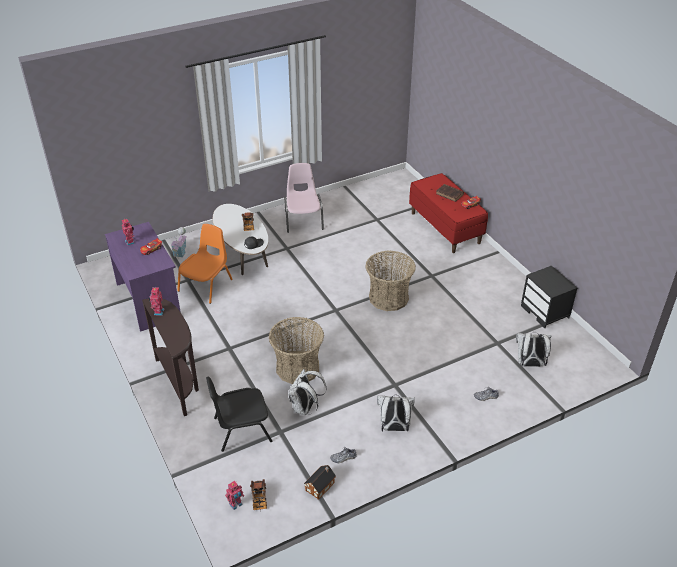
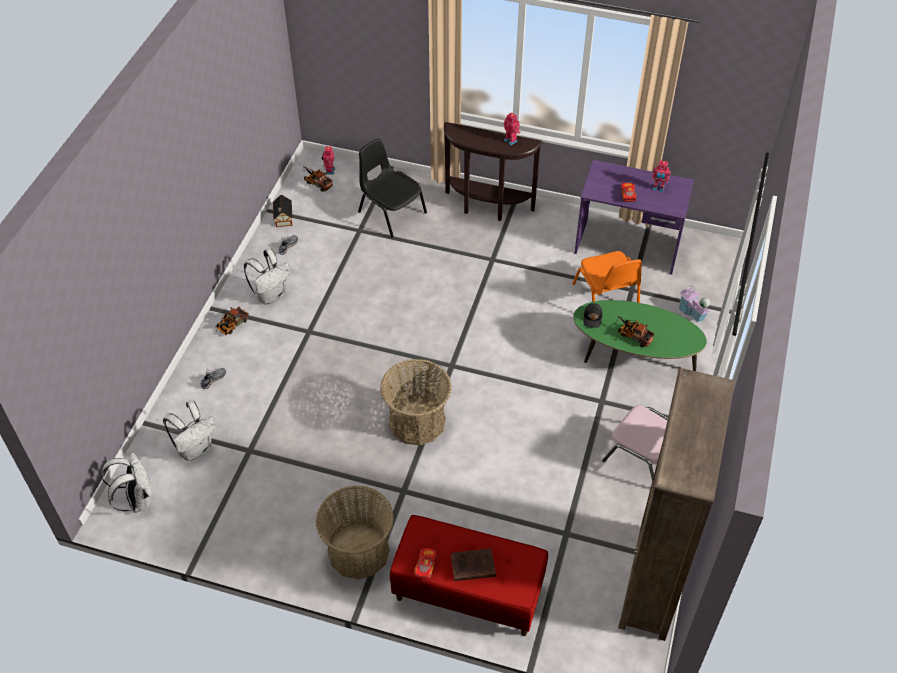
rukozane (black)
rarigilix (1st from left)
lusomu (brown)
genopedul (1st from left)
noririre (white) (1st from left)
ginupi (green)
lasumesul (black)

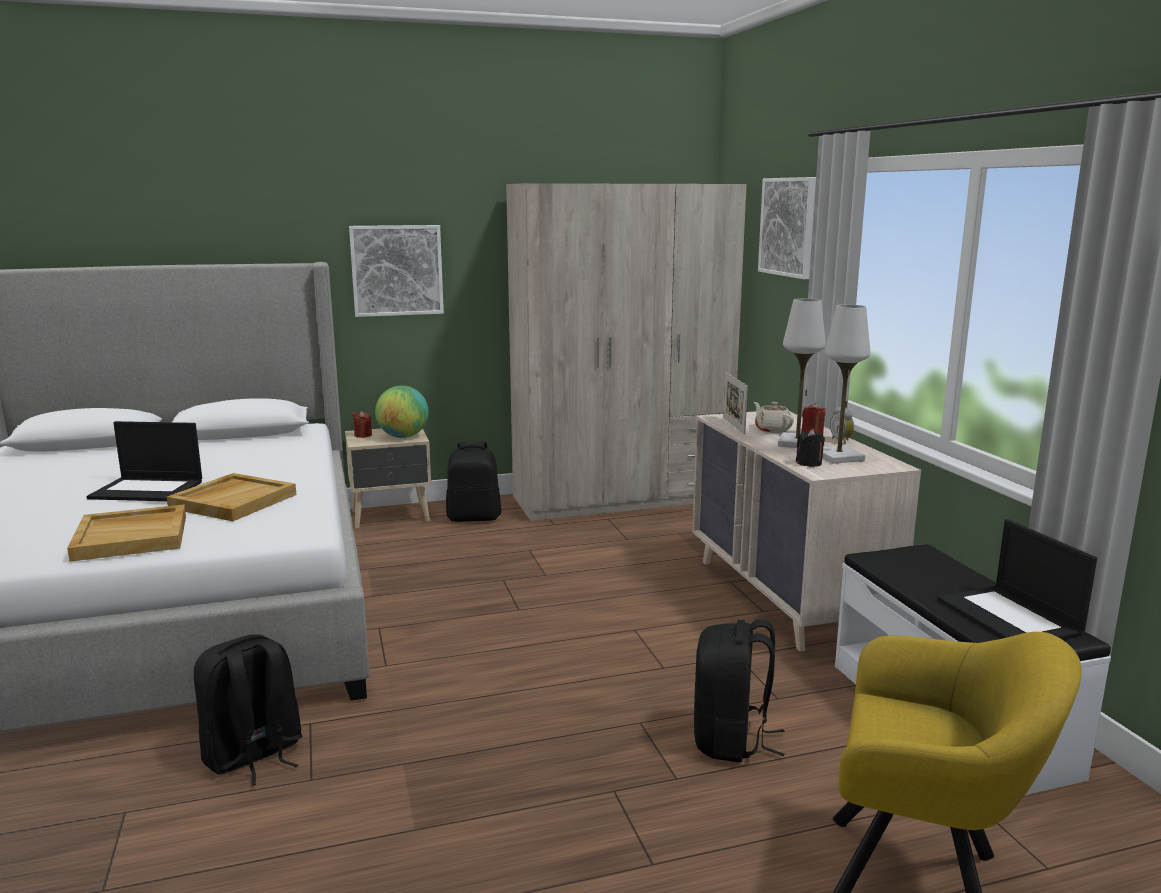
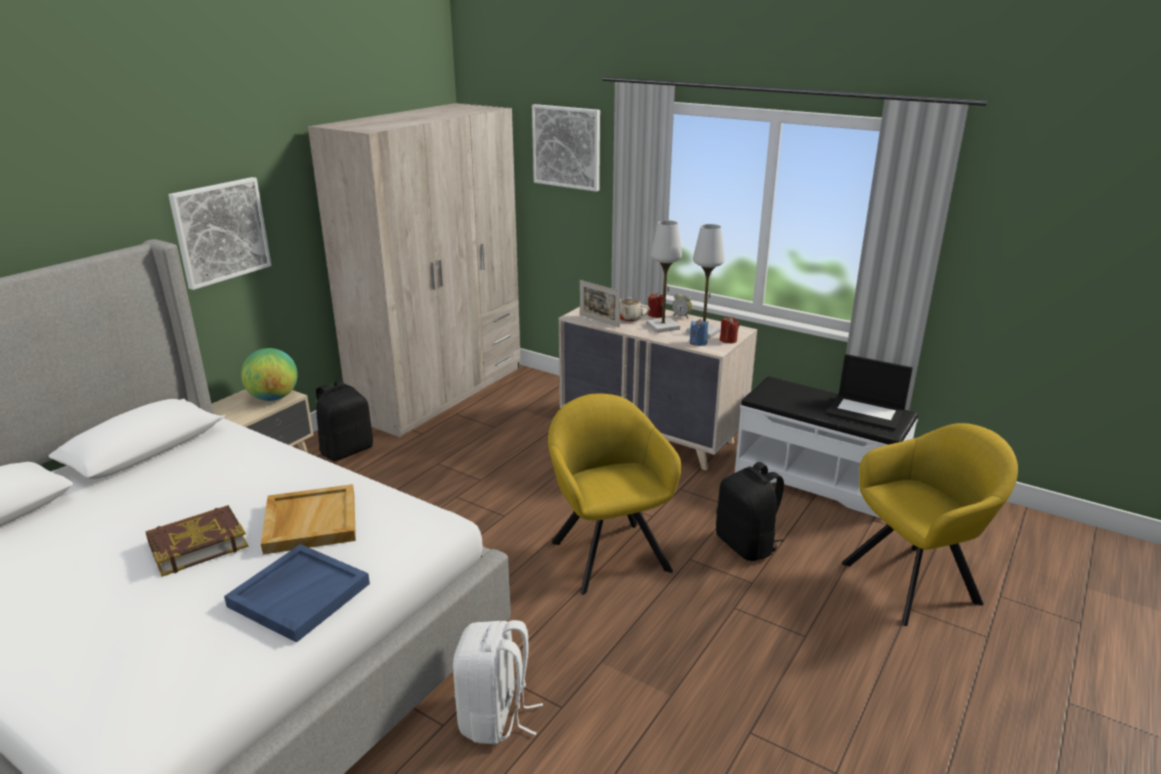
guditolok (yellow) (1st from left)
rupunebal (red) (2nd from left)
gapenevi
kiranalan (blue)
noririre (white)
rupunebal (blue)

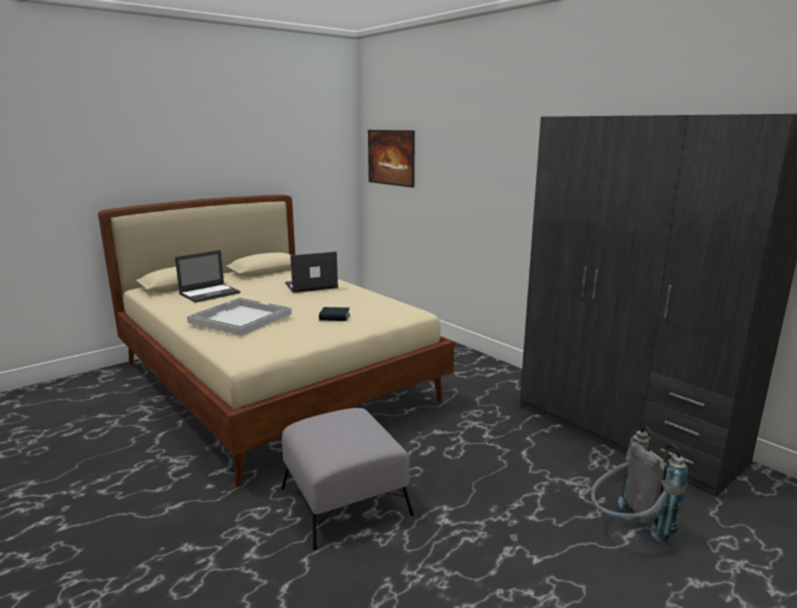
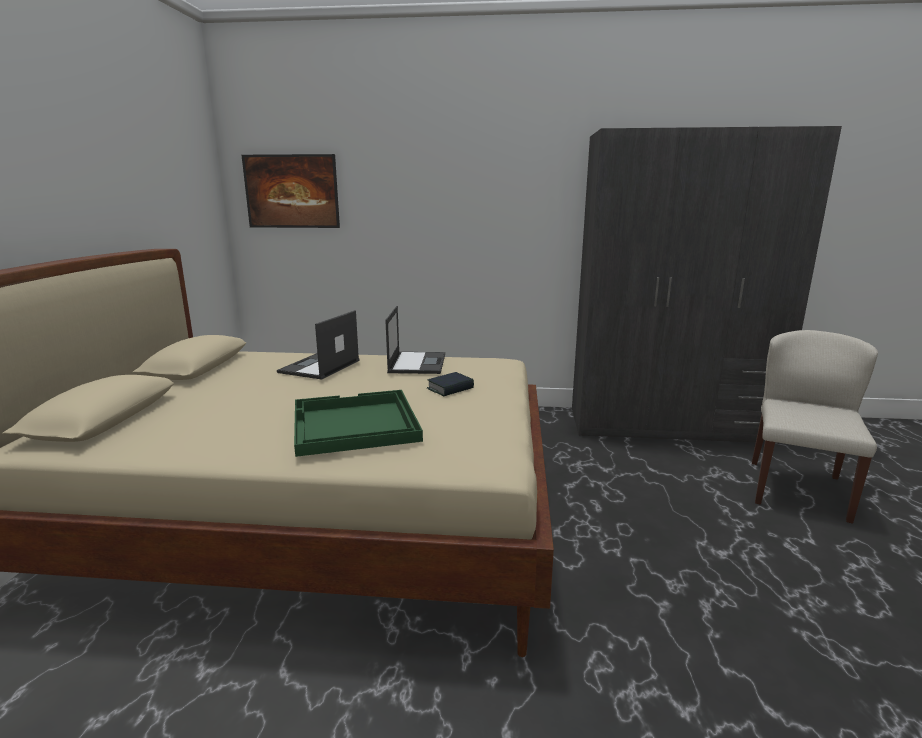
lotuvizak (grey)
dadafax (2nd from left)
lasumesul (beige)
kiranalan (green)

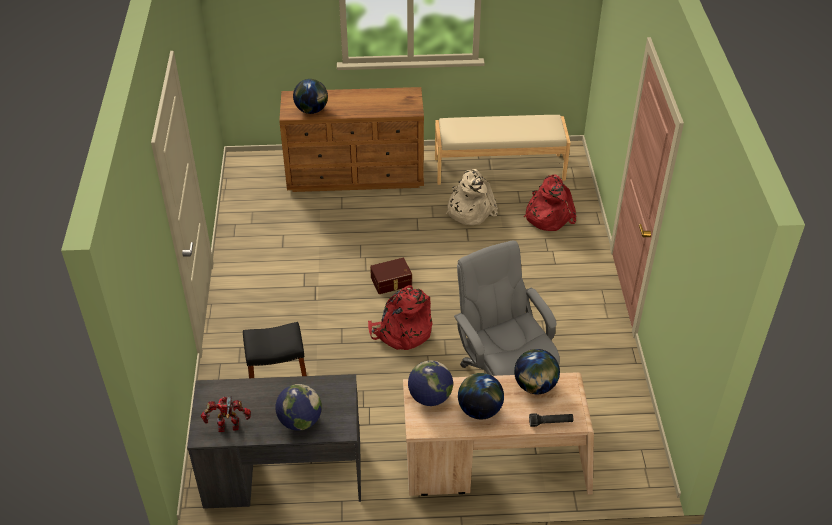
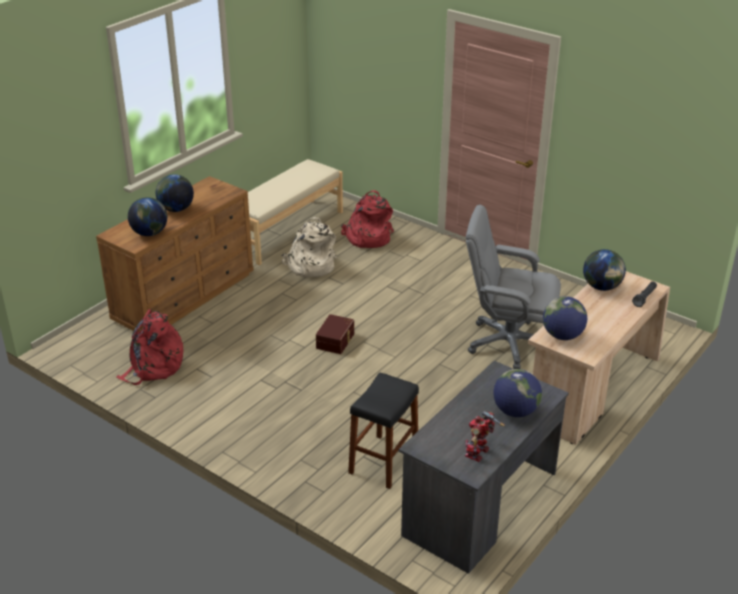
noririre (red) (1st from left)
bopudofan (2nd from left)

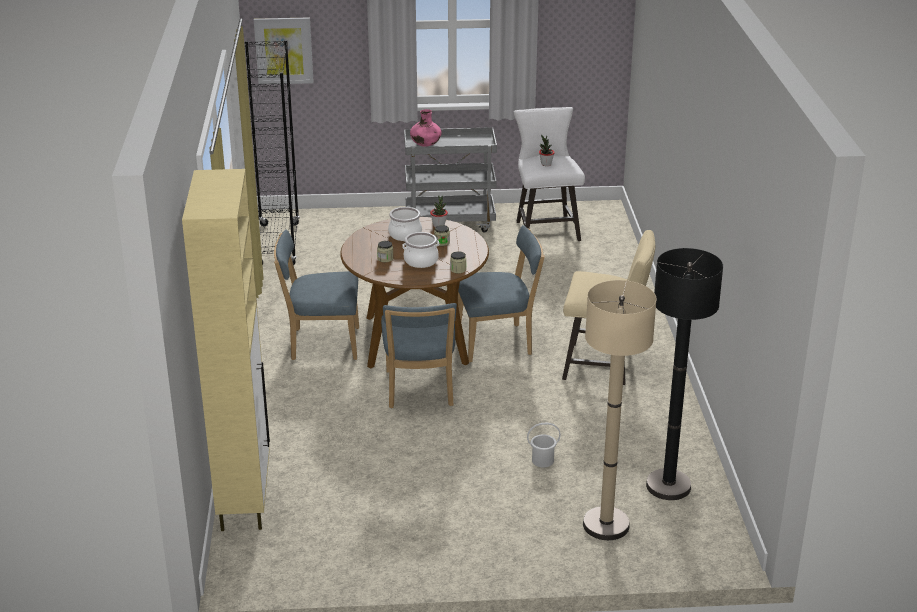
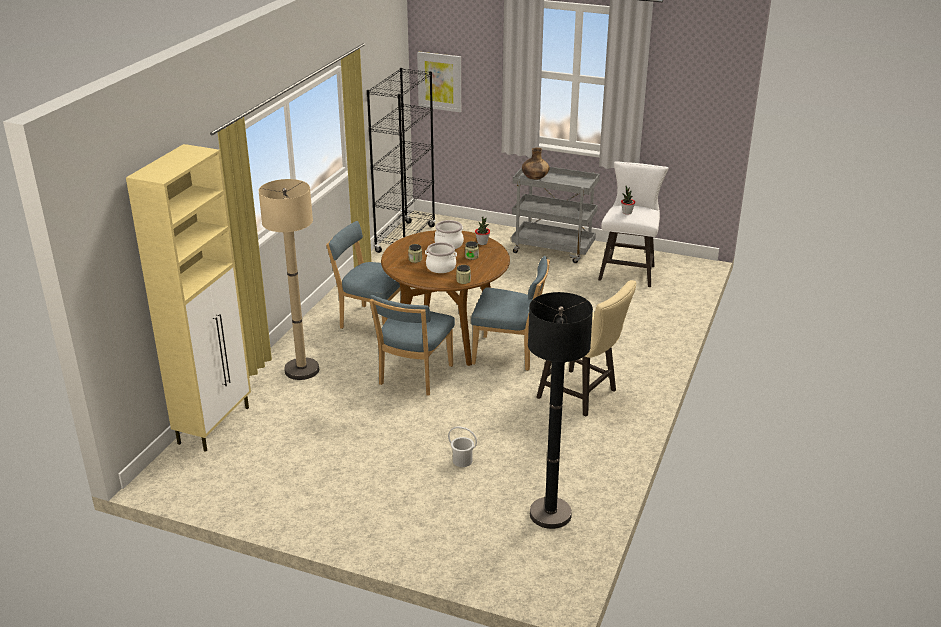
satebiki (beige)
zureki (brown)

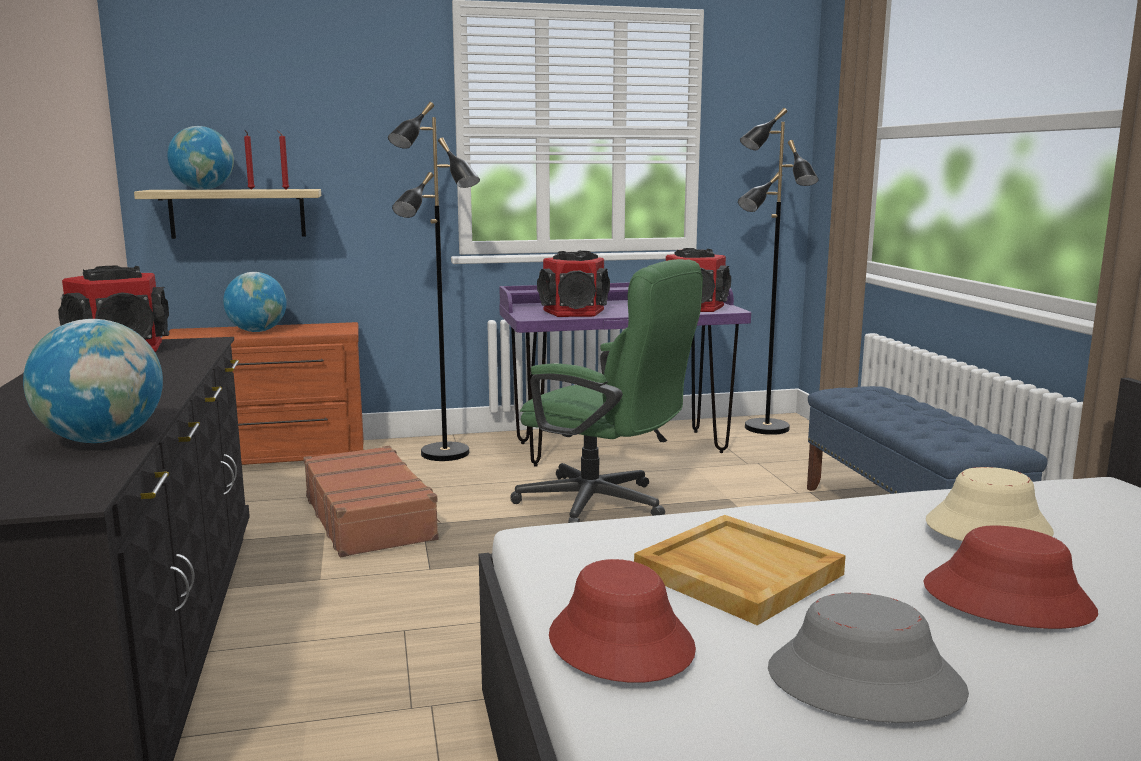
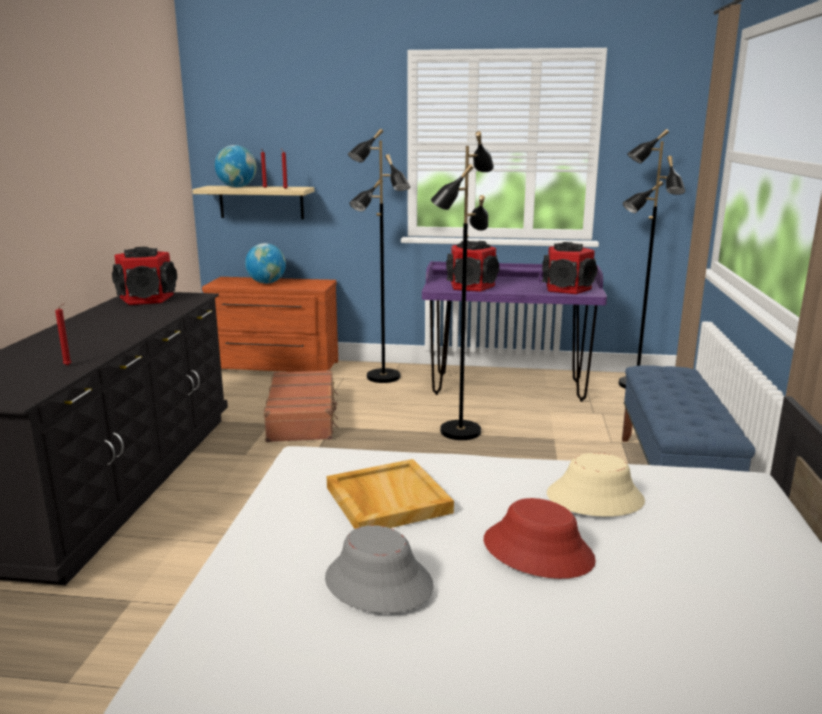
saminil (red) (1st from left in the first image)
rupunebal (red) (1st from left)
satebiki (black) (2nd from left)

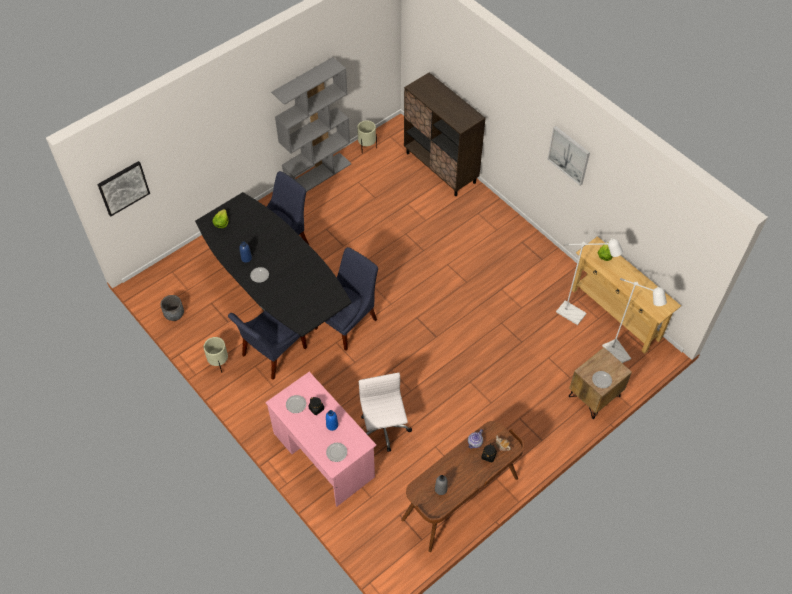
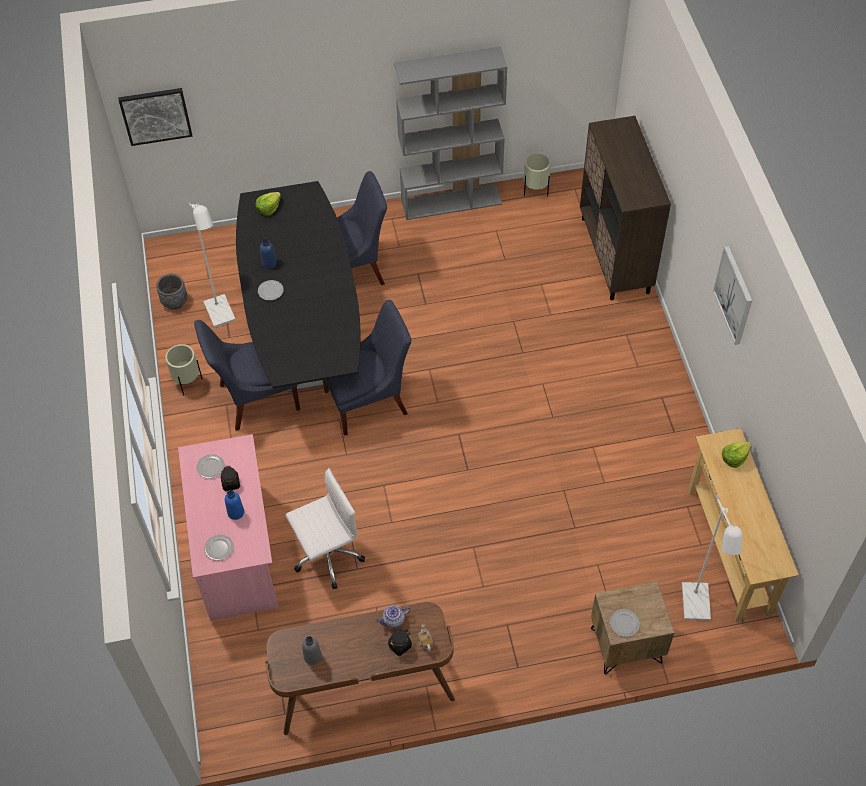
satebiki (white) (1st from left)
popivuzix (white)

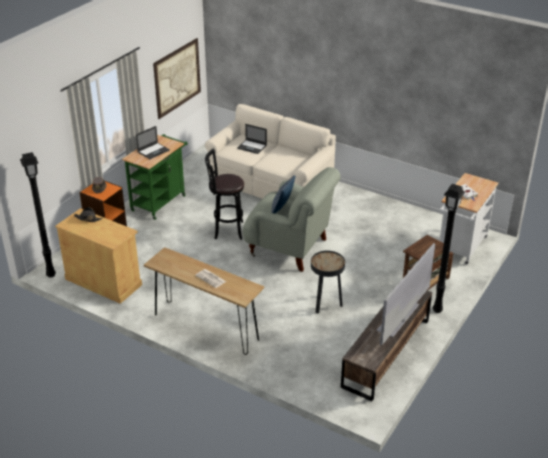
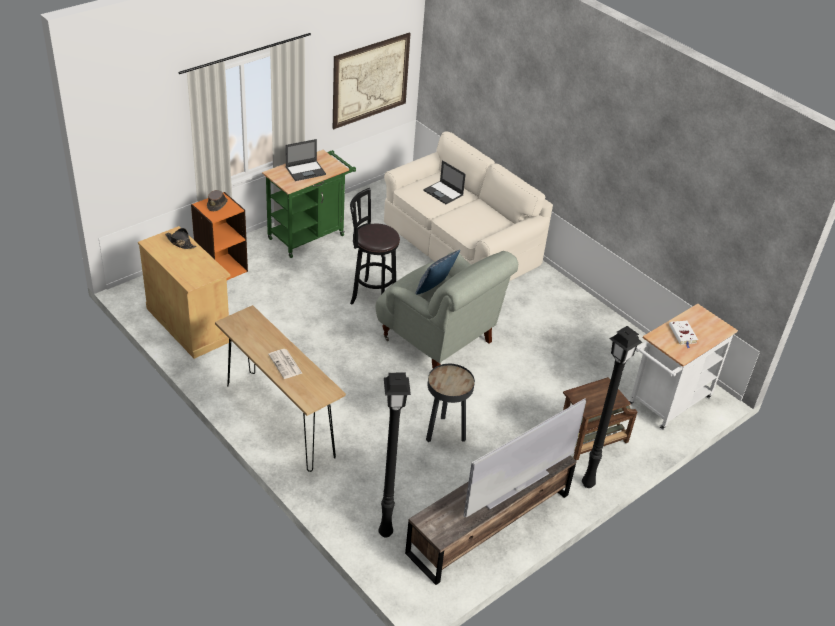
satebiki (black) (1st from left)

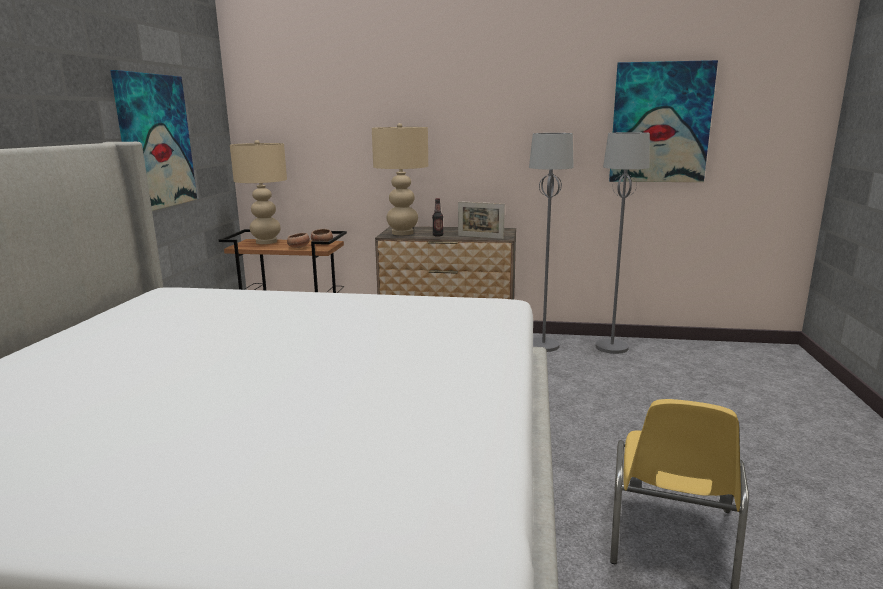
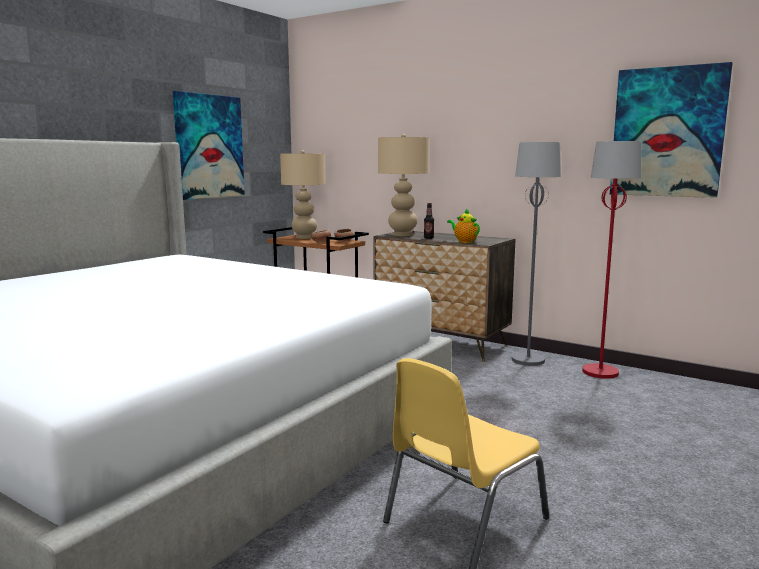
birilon
satebiki (red)

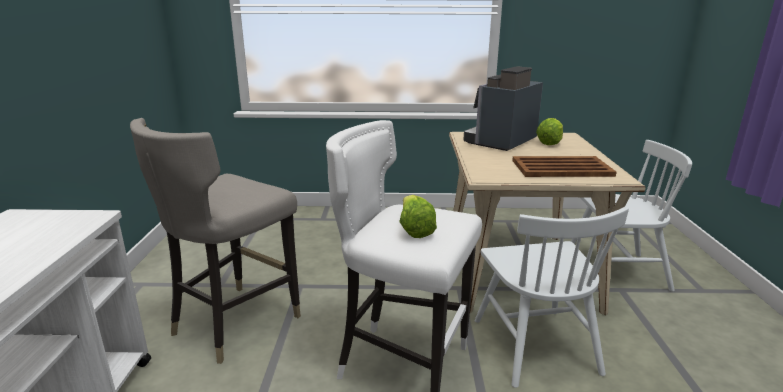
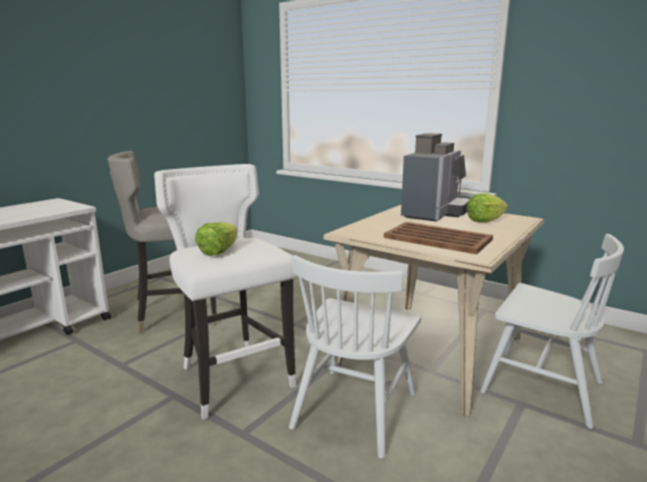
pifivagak

